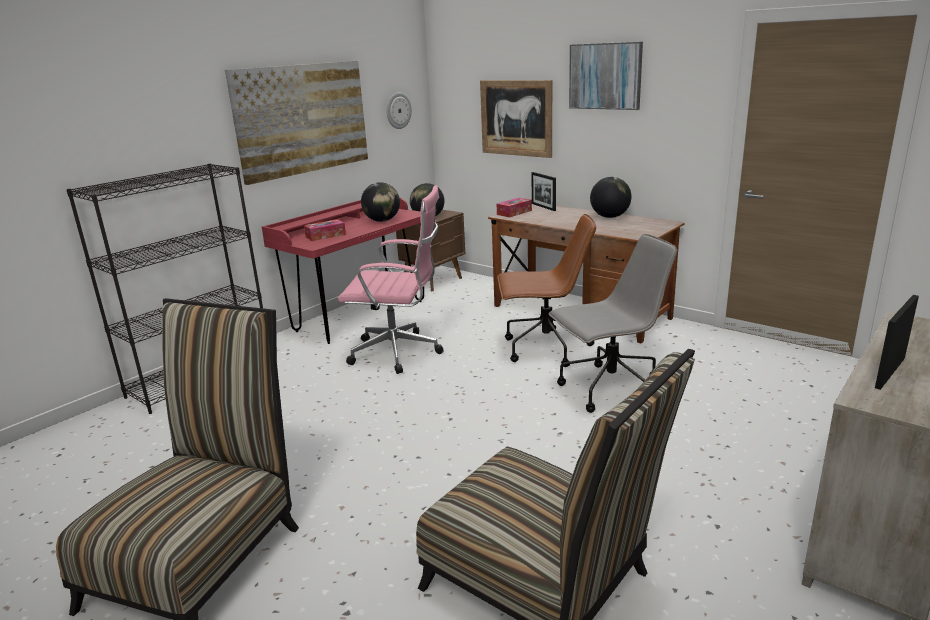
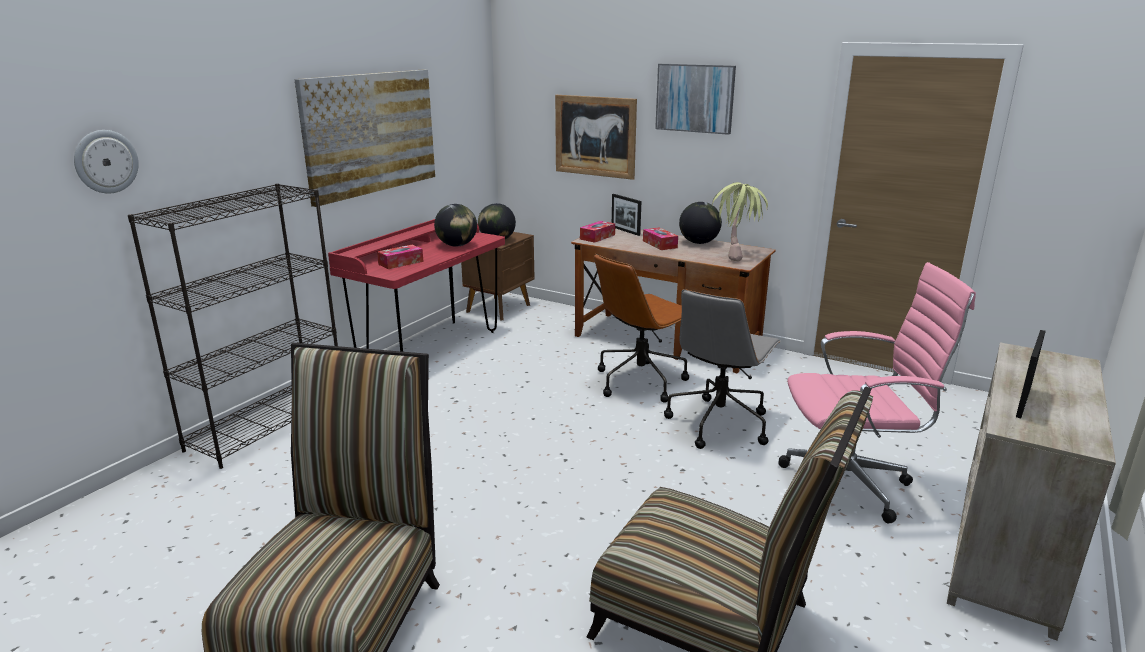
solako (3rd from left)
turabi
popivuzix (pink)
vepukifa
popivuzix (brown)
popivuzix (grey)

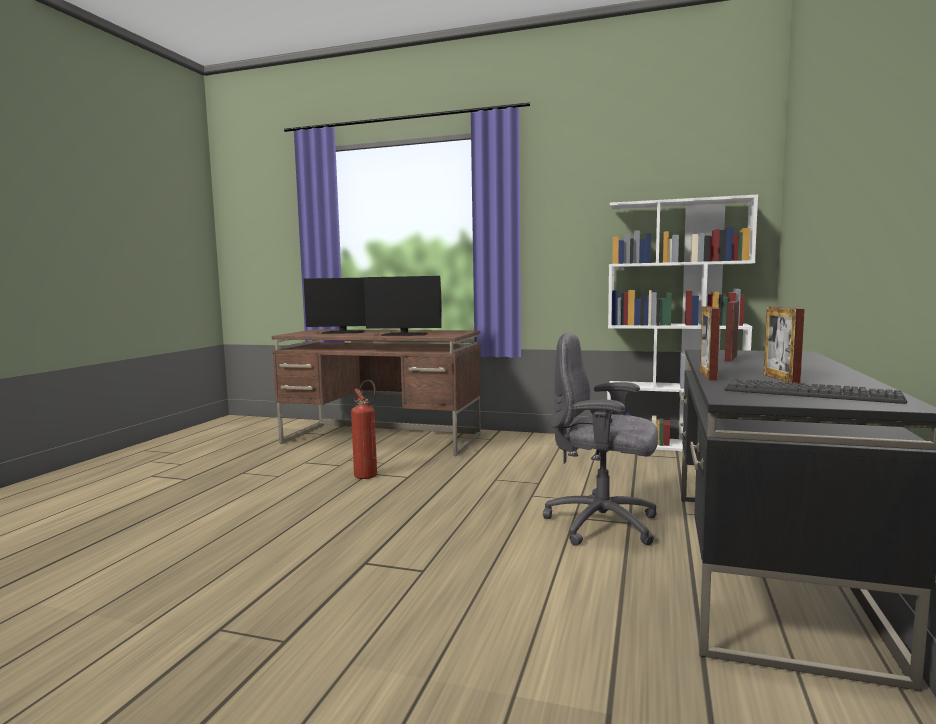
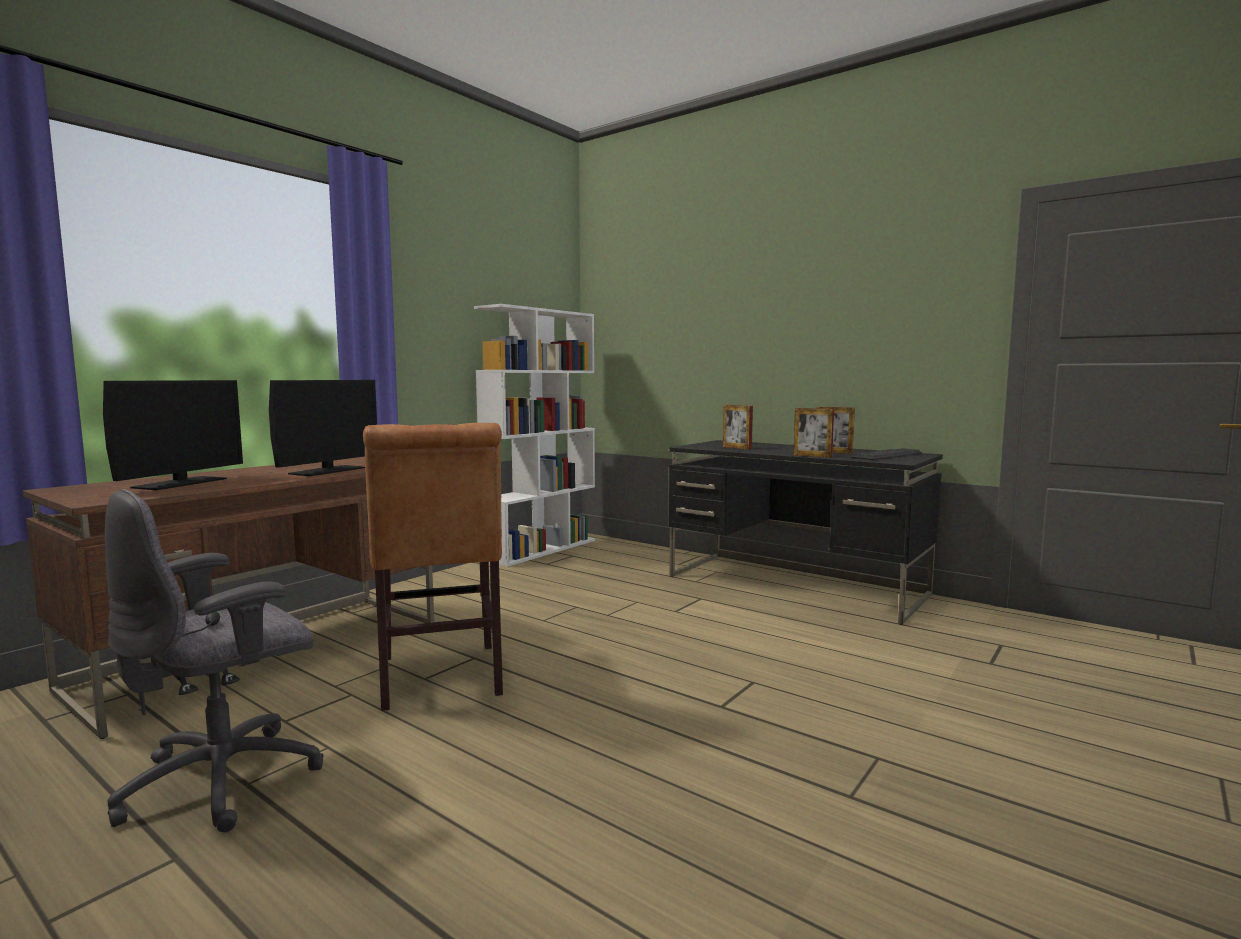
popivuzix (grey)
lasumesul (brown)

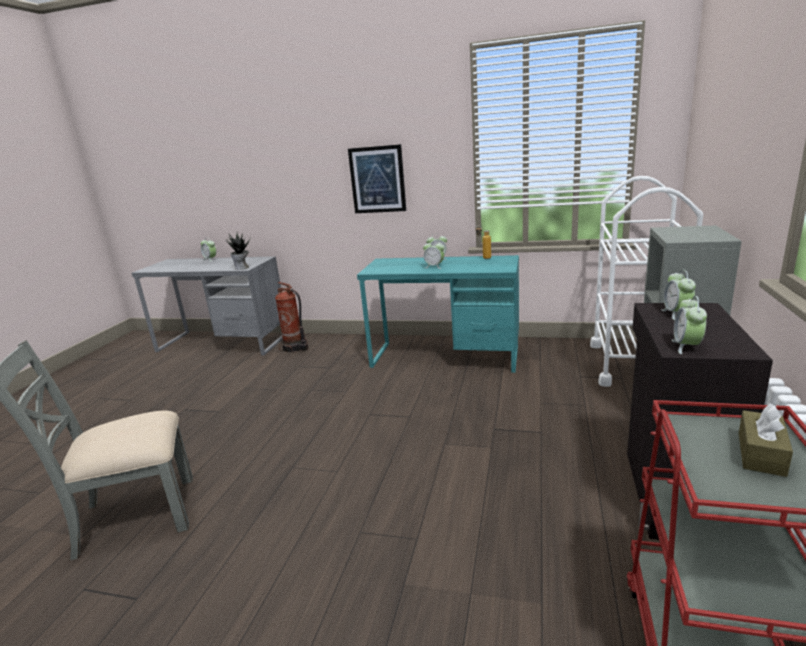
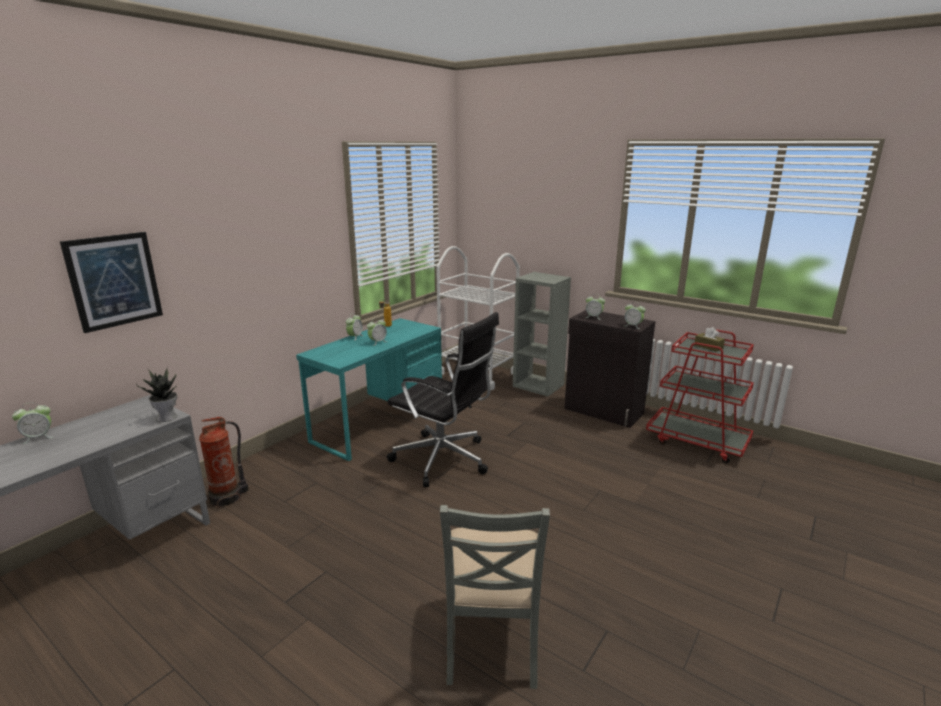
popivuzix (black)
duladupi

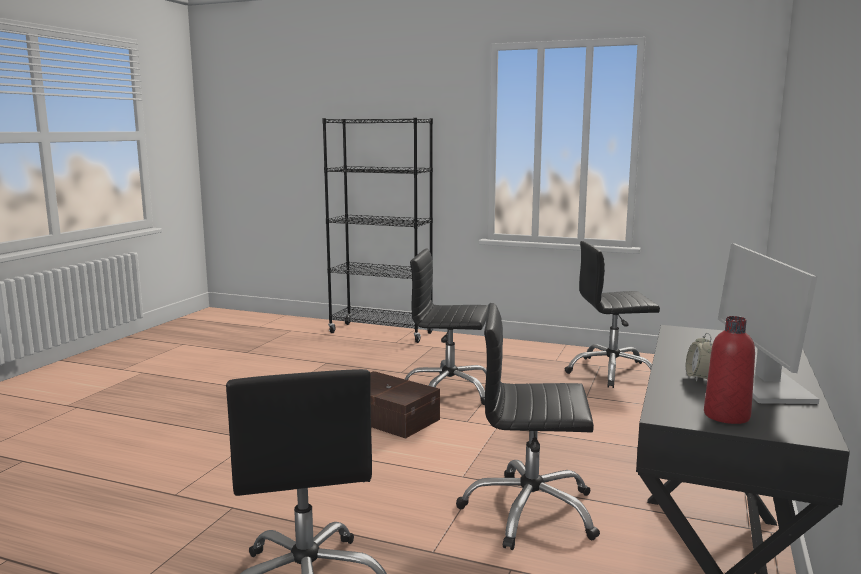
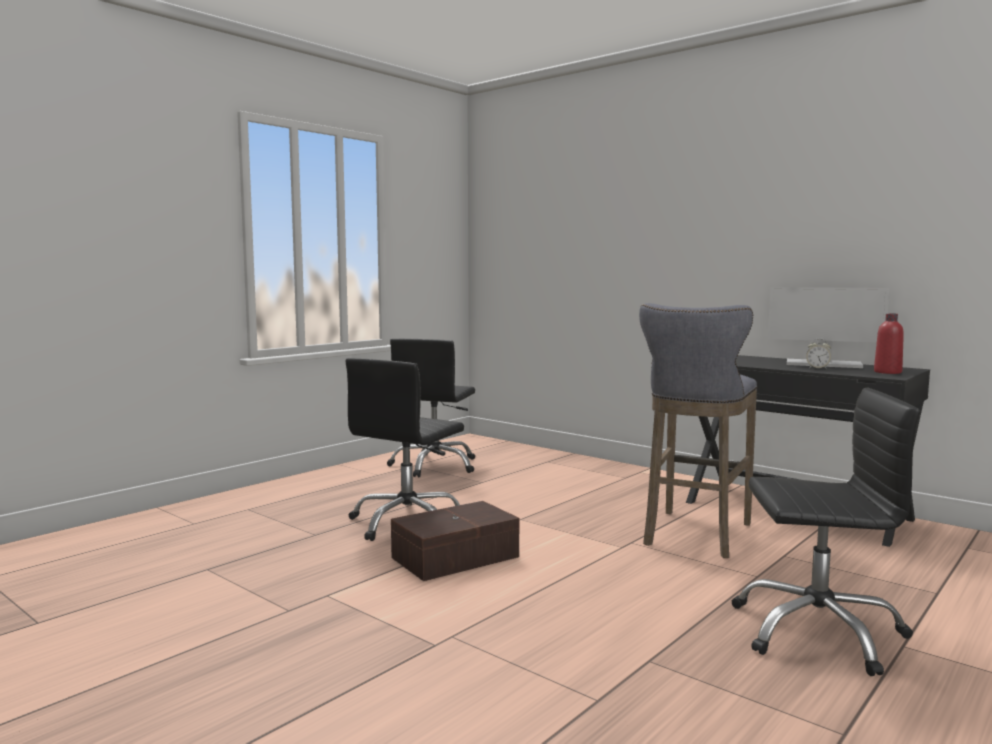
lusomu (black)
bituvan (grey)

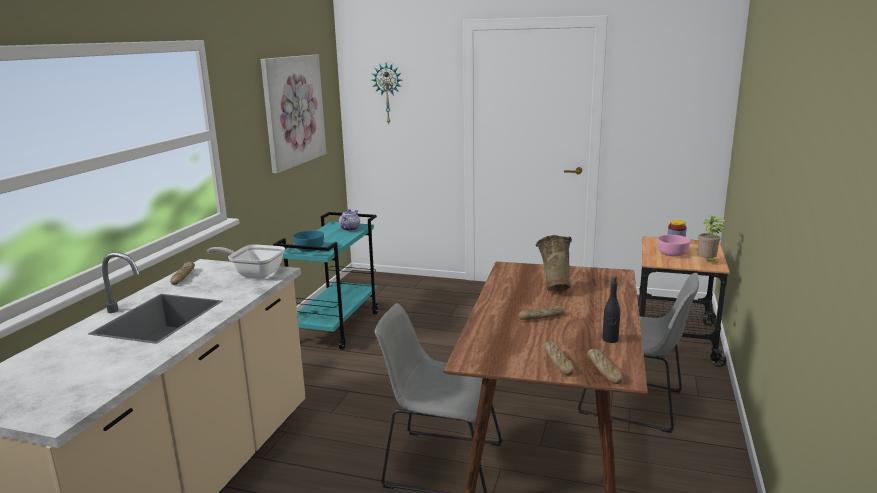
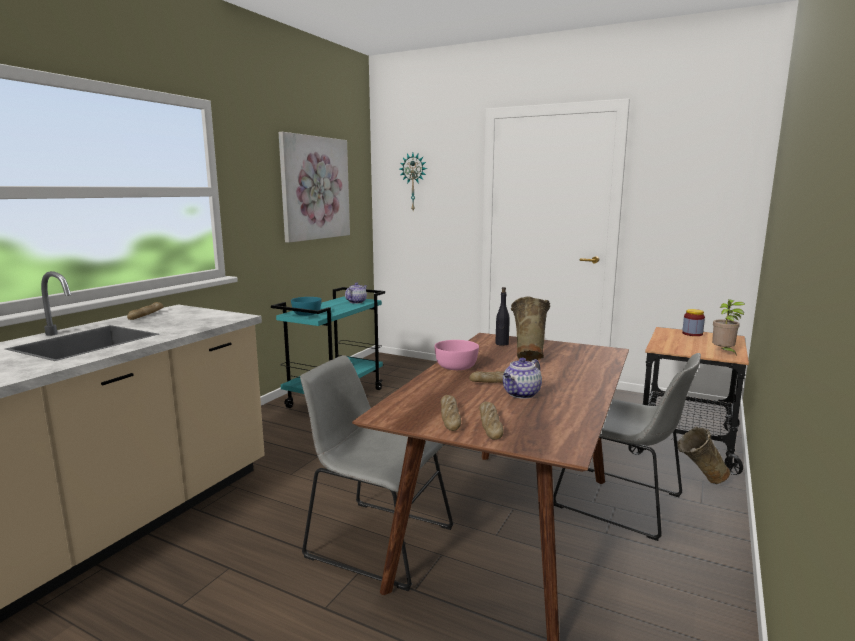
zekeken
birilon (2nd from left)
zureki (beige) (2nd from left)
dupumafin (2nd from left)
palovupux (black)
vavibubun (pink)

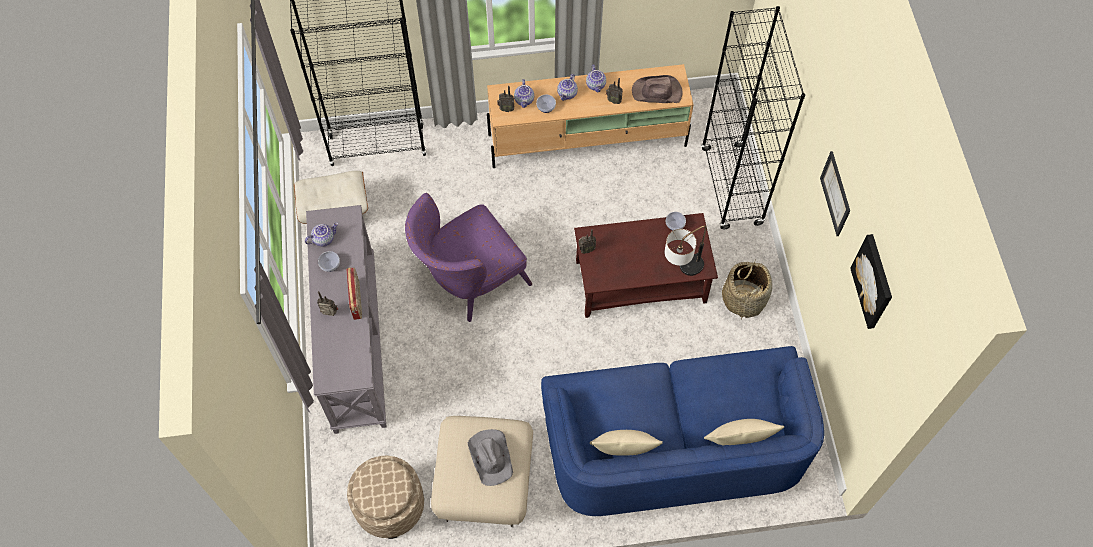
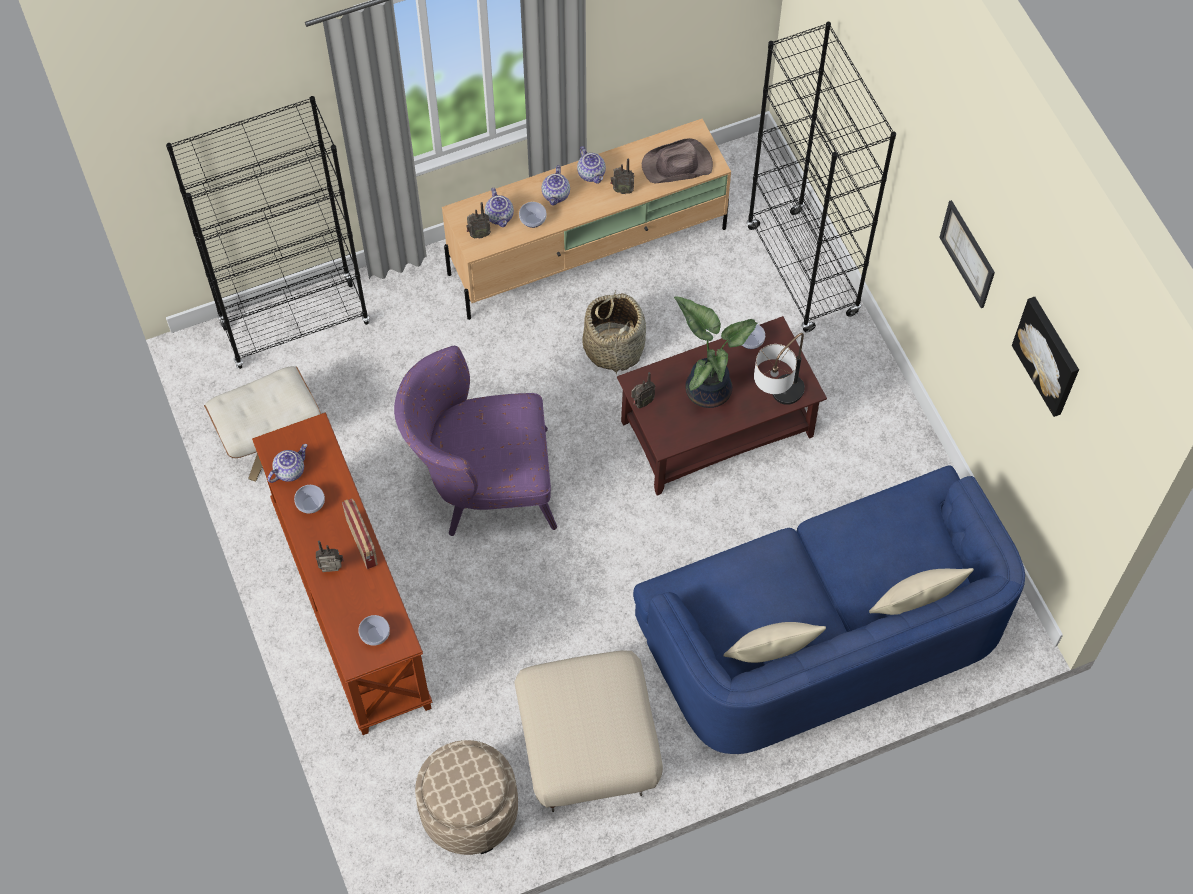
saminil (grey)
vavibubun (2nd from left)
turabi
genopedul
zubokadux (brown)
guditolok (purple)

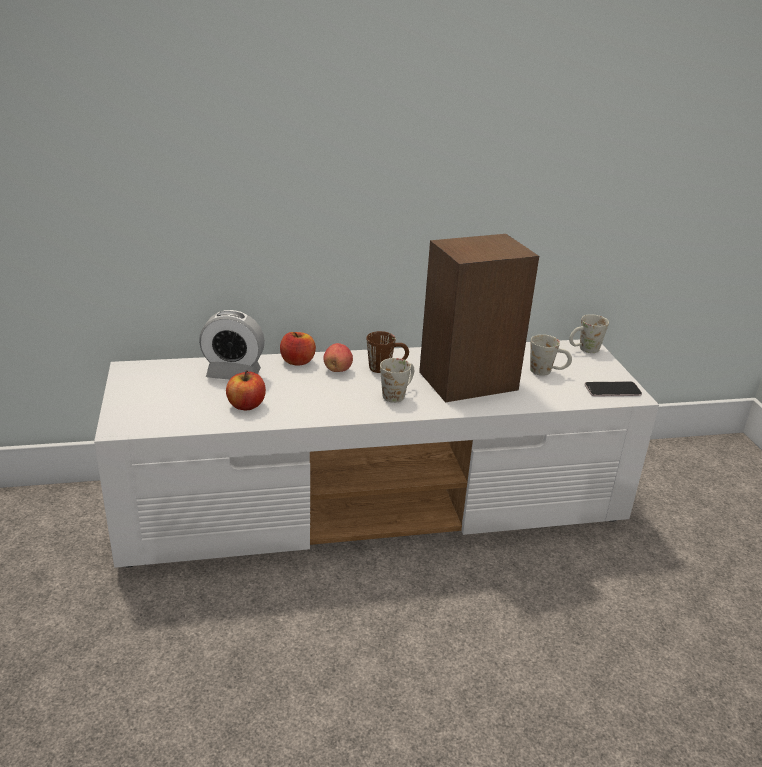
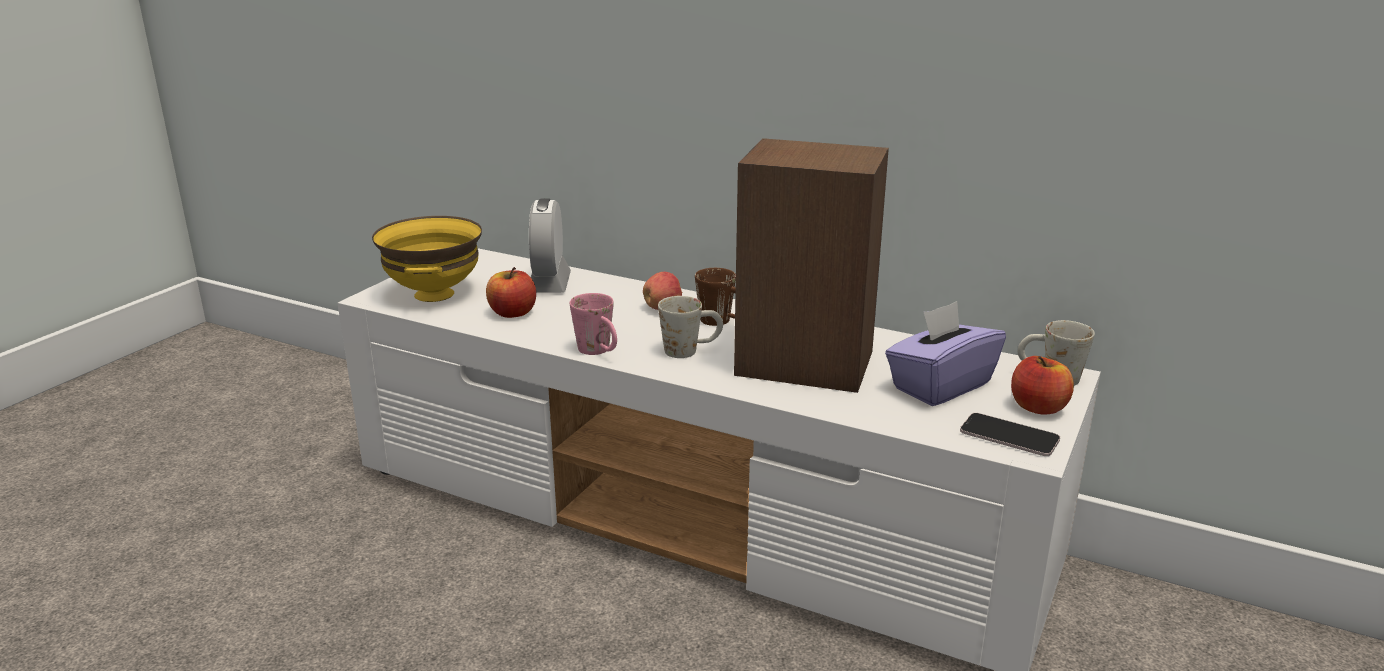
vavibubun (yellow)
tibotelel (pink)
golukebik (3rd from left)
solako (purple)
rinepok

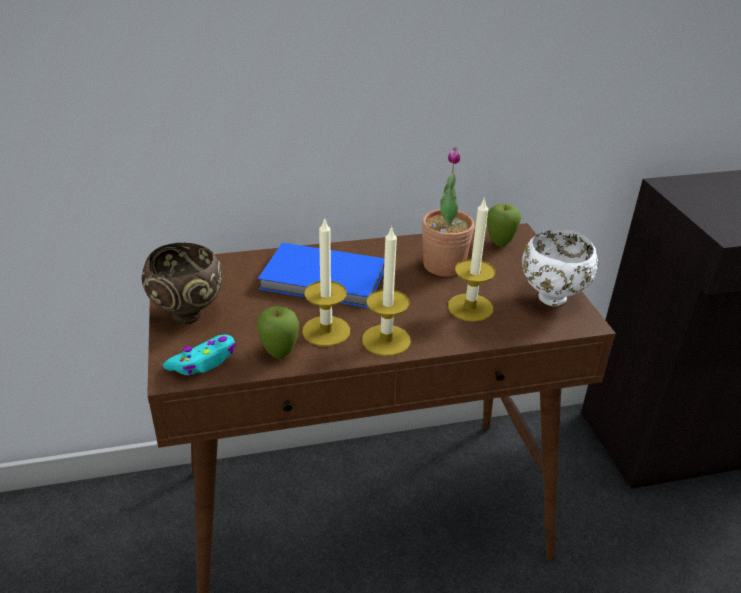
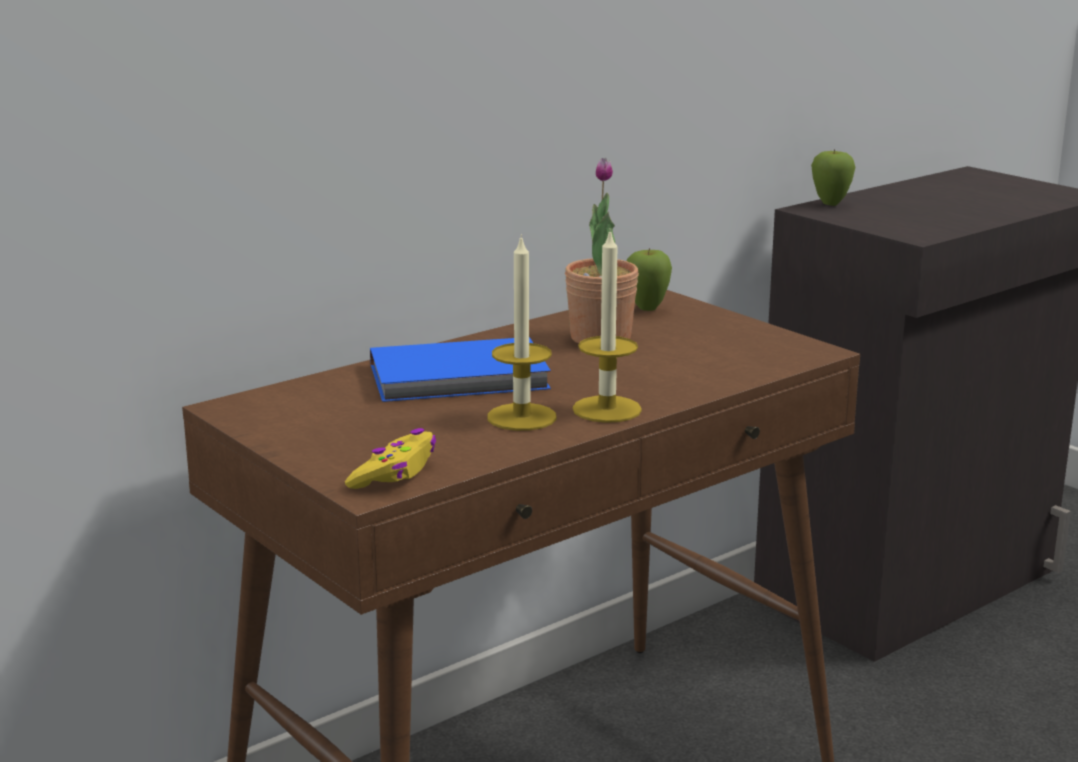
vavibubun (brown)
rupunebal (3rd from left in the first image)
vavibubun (white)
golukebik (2nd from left)
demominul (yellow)

